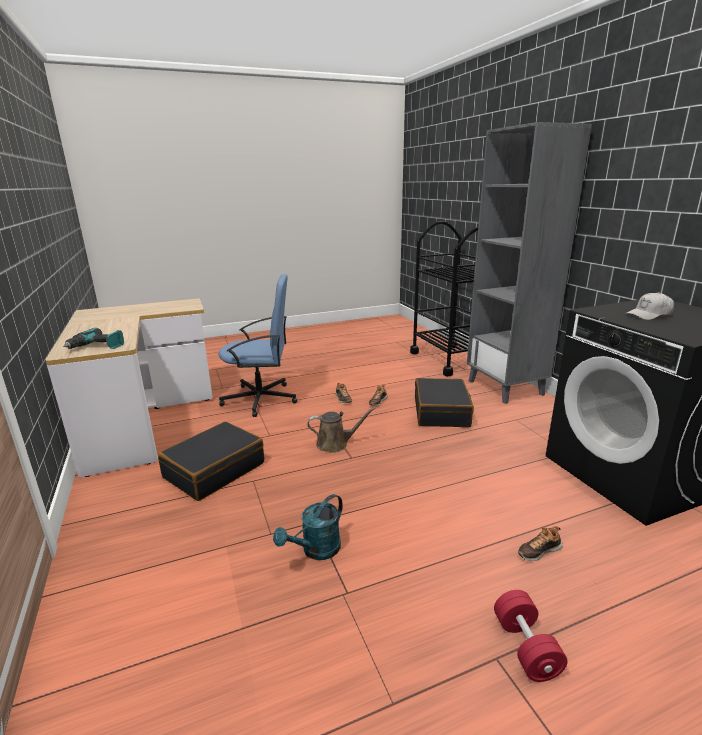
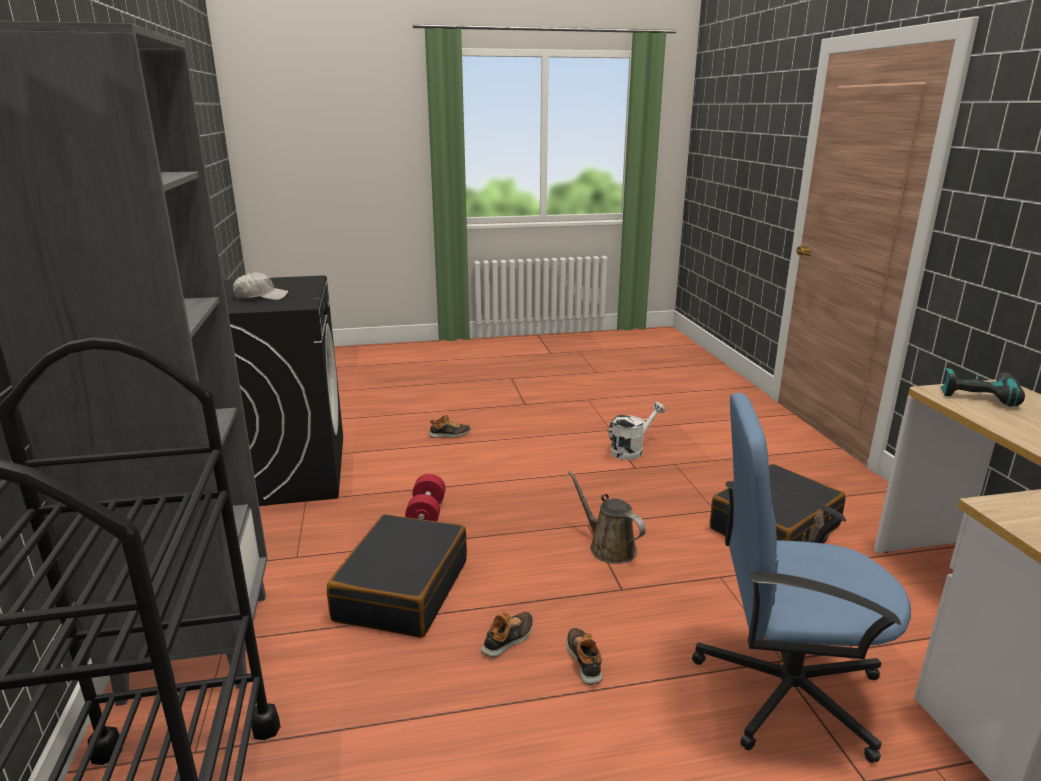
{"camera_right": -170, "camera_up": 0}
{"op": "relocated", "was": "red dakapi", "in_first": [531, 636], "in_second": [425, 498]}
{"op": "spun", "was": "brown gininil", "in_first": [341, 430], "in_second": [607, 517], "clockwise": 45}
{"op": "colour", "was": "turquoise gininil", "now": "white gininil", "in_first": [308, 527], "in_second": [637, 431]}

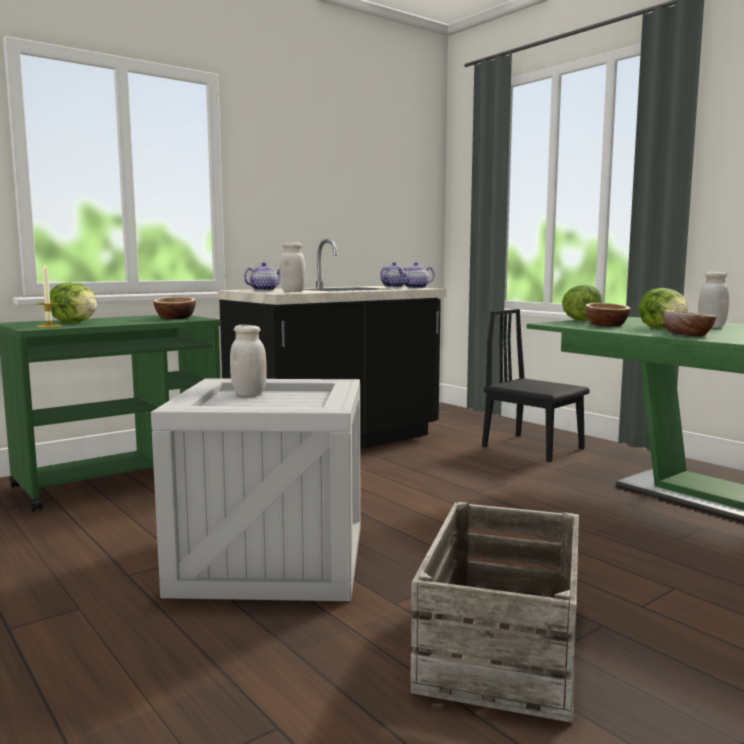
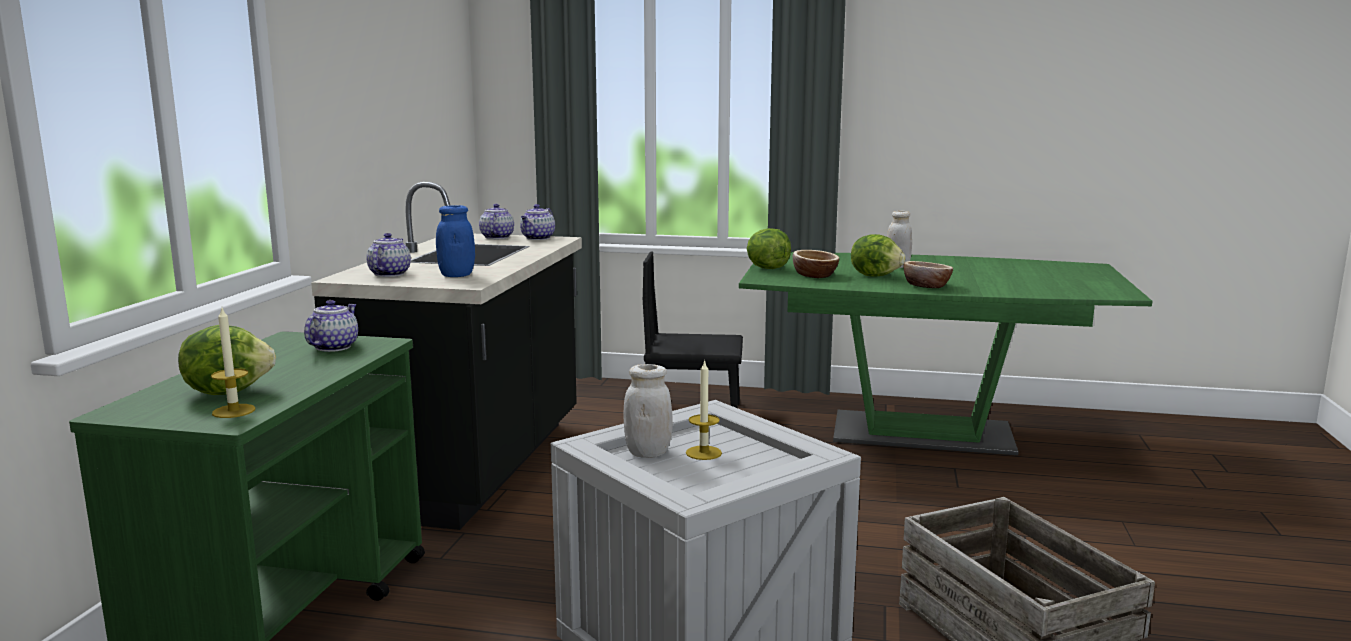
{"camera_right": -40, "camera_up": 5}
{"op": "exchanged", "was": "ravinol", "now": "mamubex", "in_first": [174, 308], "in_second": [331, 326]}
{"op": "colour", "was": "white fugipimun", "now": "blue fugipimun", "in_first": [293, 267], "in_second": [455, 241]}
{"op": "appeared", "now": "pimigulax", "in_second": [704, 409]}

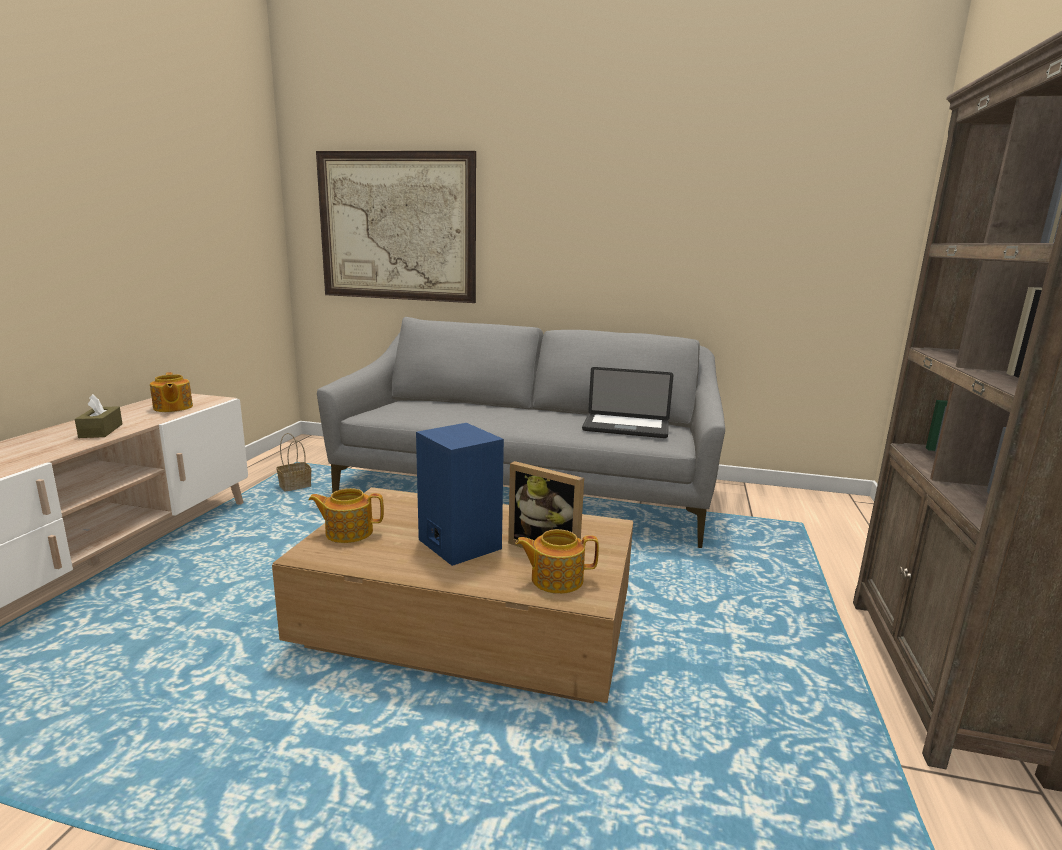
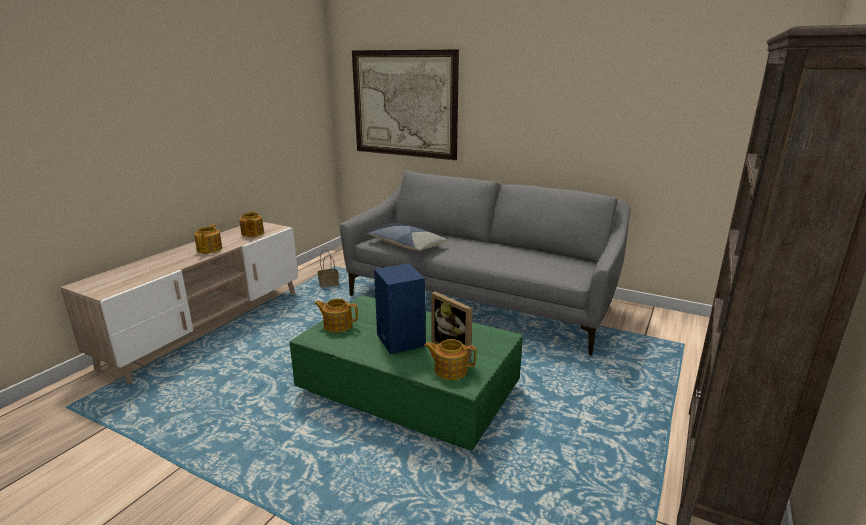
{"camera_right": 15, "camera_up": 5}
{"op": "exchanged", "was": "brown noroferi", "now": "mamubex", "in_first": [99, 416], "in_second": [208, 239]}
{"op": "colour", "was": "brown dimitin", "now": "green dimitin", "in_first": [452, 595], "in_second": [406, 373]}
{"op": "appeared", "now": "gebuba", "in_second": [405, 237]}
{"op": "missing", "was": "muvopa", "in_first": [628, 402]}

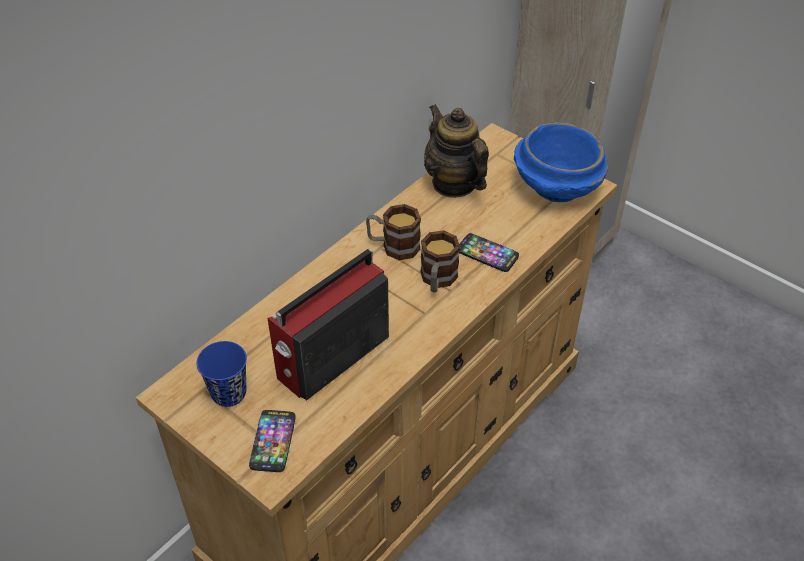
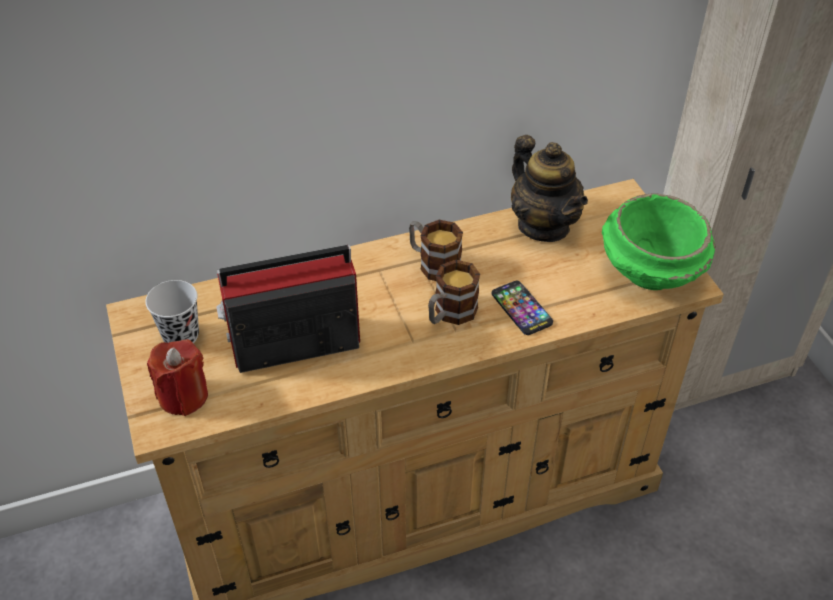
{"camera_right": 30, "camera_up": 0}
{"op": "colour", "was": "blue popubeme", "now": "black popubeme", "in_first": [221, 374], "in_second": [172, 311]}
{"op": "exchanged", "was": "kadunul", "now": "red pimigulax", "in_first": [272, 441], "in_second": [177, 377]}
{"op": "spun", "was": "mamubex", "in_first": [456, 151], "in_second": [549, 188], "clockwise": 150}
{"op": "colour", "was": "blue ravinol", "now": "green ravinol", "in_first": [561, 162], "in_second": [659, 241]}

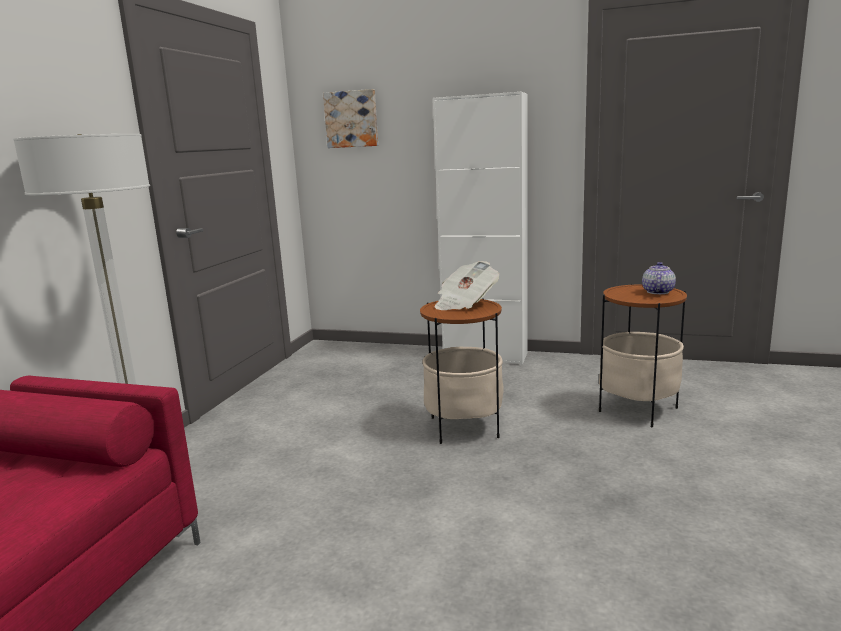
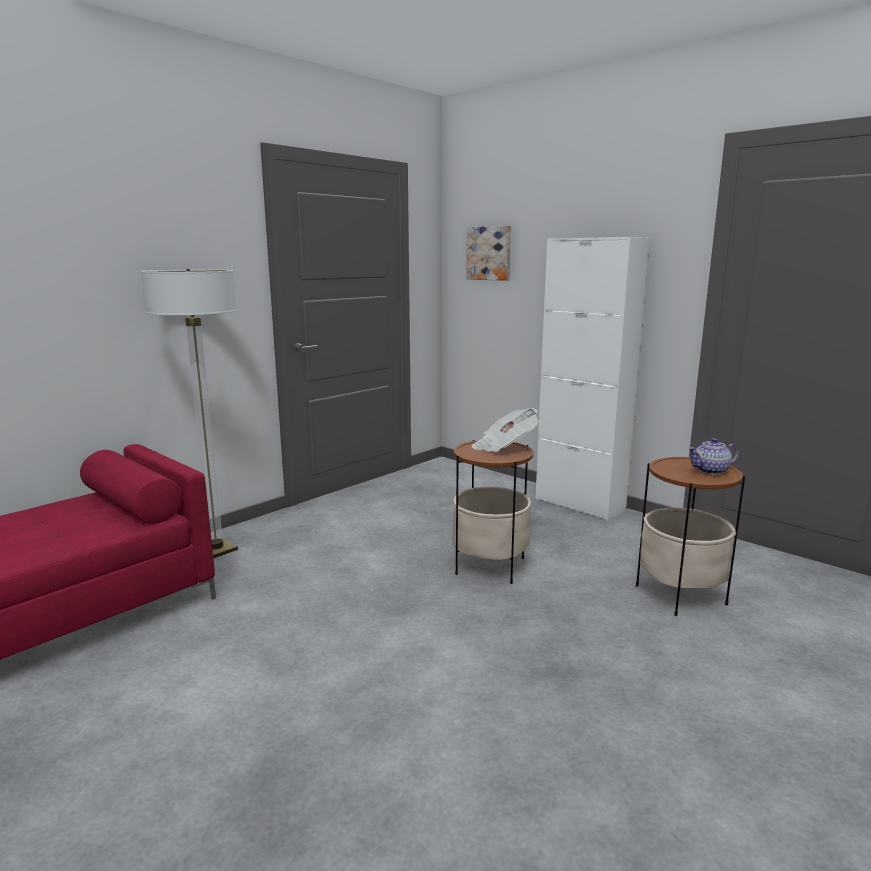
{"camera_right": 25, "camera_up": 0}
{"op": "spun", "was": "mamubex", "in_first": [659, 278], "in_second": [713, 456], "clockwise": -150}

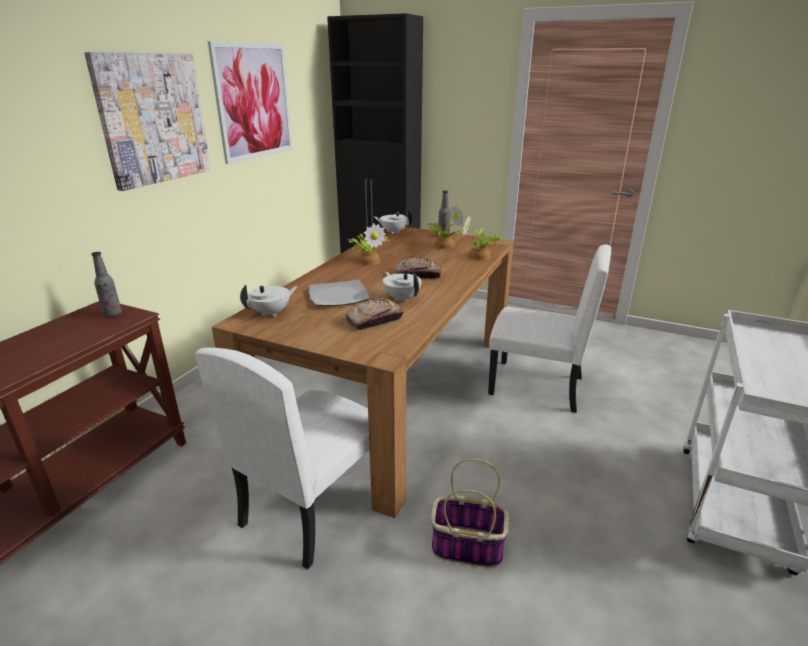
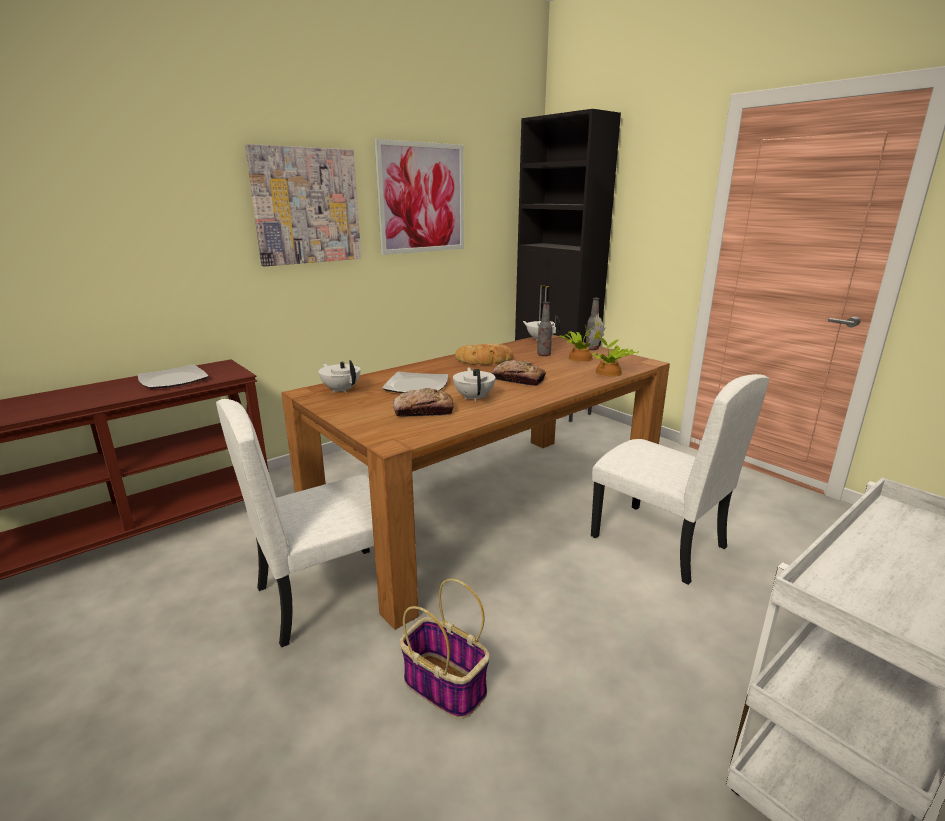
{"camera_right": 25, "camera_up": -5}
{"op": "appeared", "now": "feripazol", "in_second": [173, 376]}
{"op": "spun", "was": "white mamubex", "in_first": [269, 301], "in_second": [340, 376], "clockwise": -120}
{"op": "exchanged", "was": "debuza", "now": "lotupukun", "in_first": [368, 244], "in_second": [484, 354]}
{"op": "relocated", "was": "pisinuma", "in_first": [106, 284], "in_second": [544, 329]}

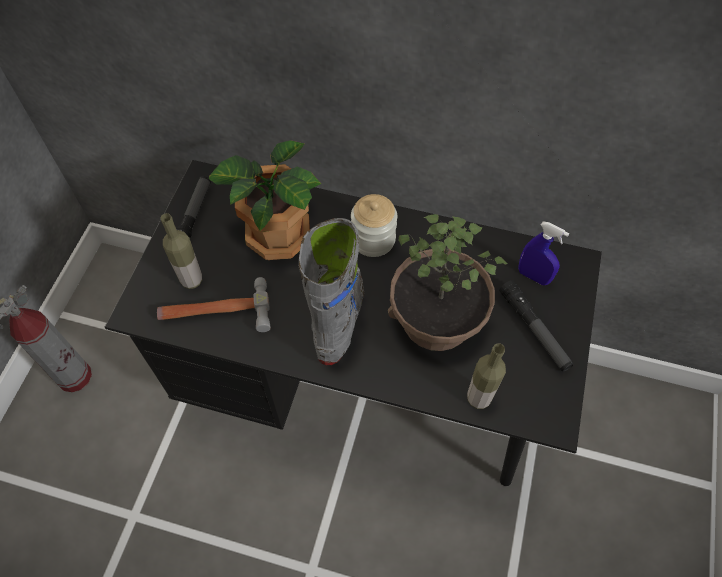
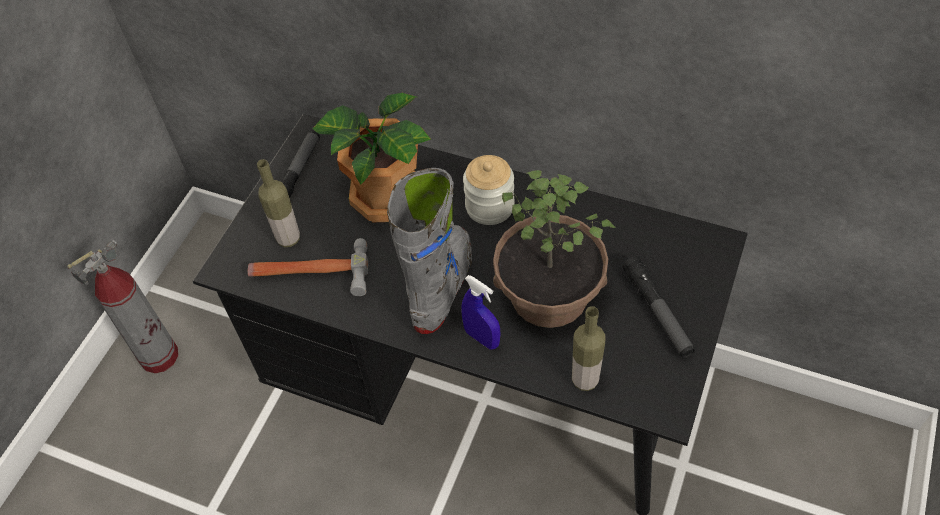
{"camera_right": 10, "camera_up": -5}
{"op": "relocated", "was": "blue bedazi", "in_first": [543, 253], "in_second": [481, 312]}

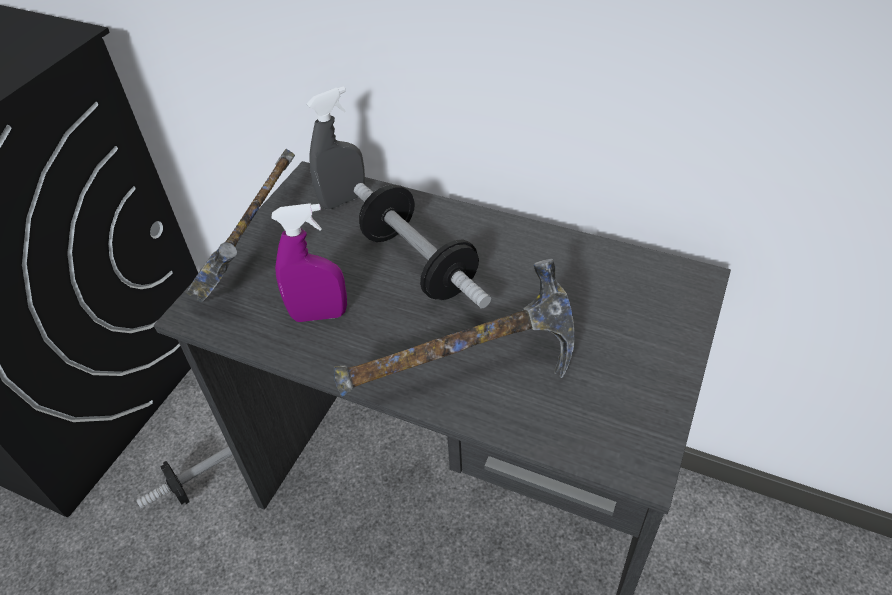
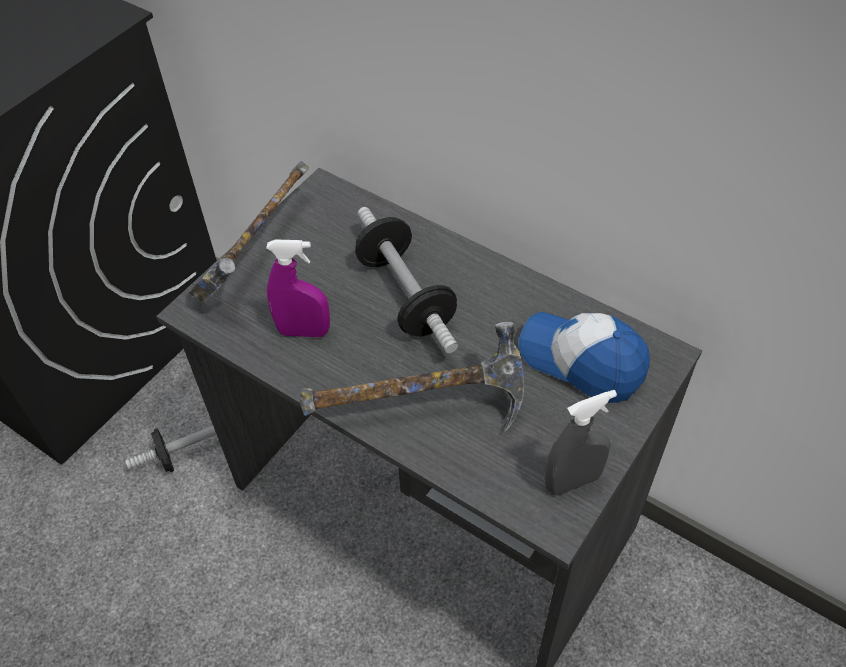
{"camera_right": 10, "camera_up": 5}
{"op": "appeared", "now": "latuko", "in_second": [584, 357]}
{"op": "relocated", "was": "grey bedazi", "in_first": [336, 147], "in_second": [580, 442]}

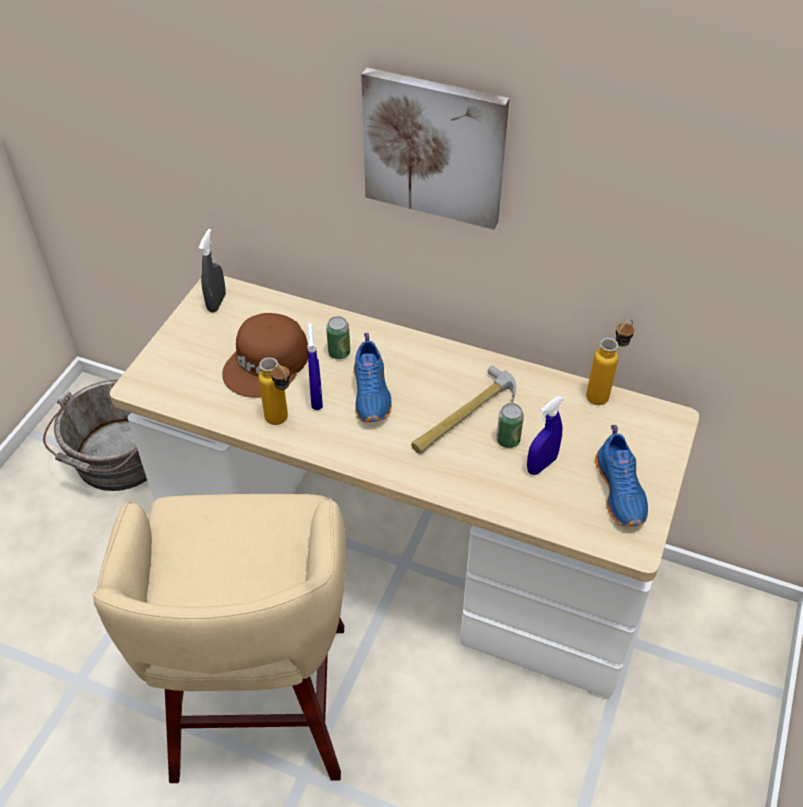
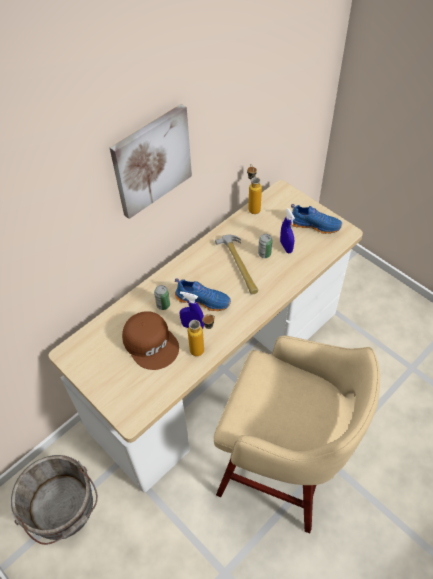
{"camera_right": -65, "camera_up": 5}
{"op": "missing", "was": "grey bedazi", "in_first": [212, 271]}

